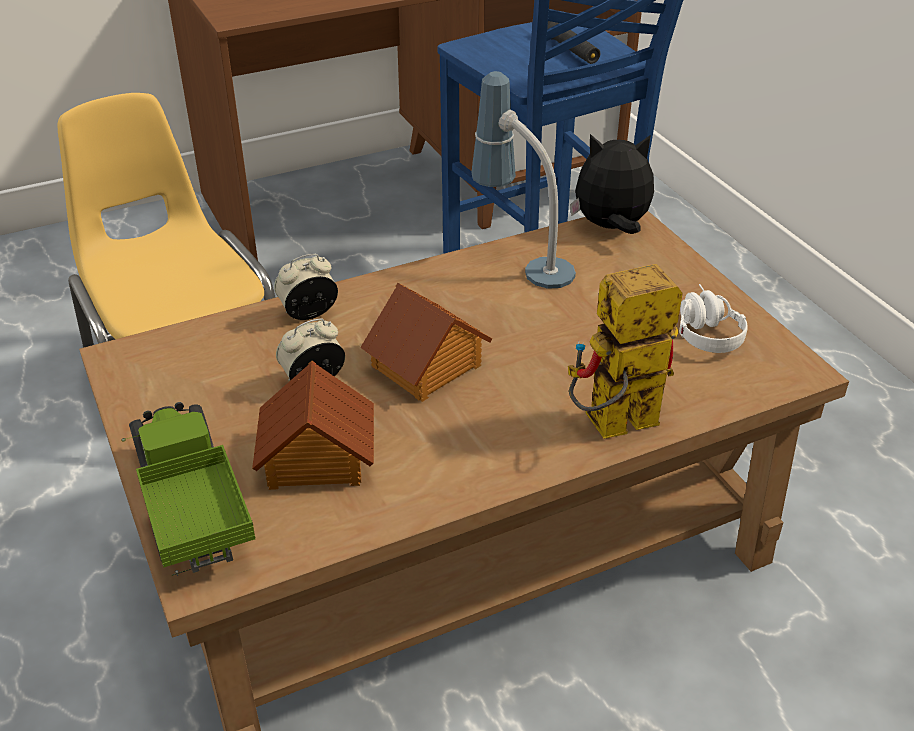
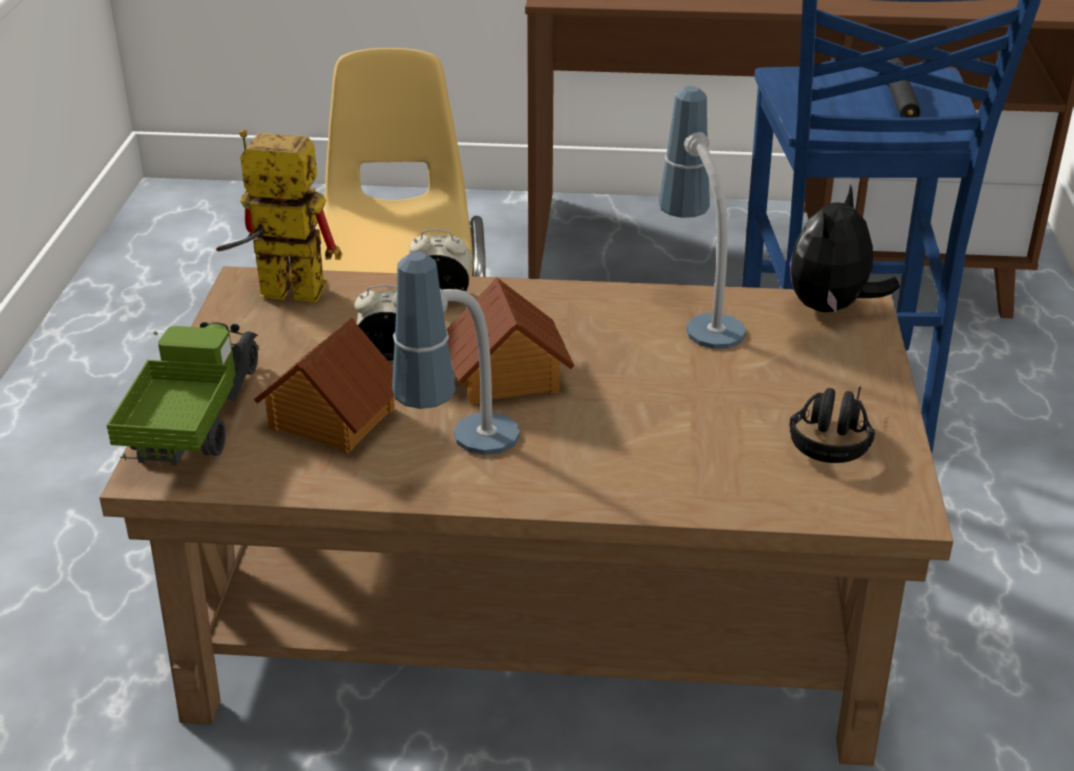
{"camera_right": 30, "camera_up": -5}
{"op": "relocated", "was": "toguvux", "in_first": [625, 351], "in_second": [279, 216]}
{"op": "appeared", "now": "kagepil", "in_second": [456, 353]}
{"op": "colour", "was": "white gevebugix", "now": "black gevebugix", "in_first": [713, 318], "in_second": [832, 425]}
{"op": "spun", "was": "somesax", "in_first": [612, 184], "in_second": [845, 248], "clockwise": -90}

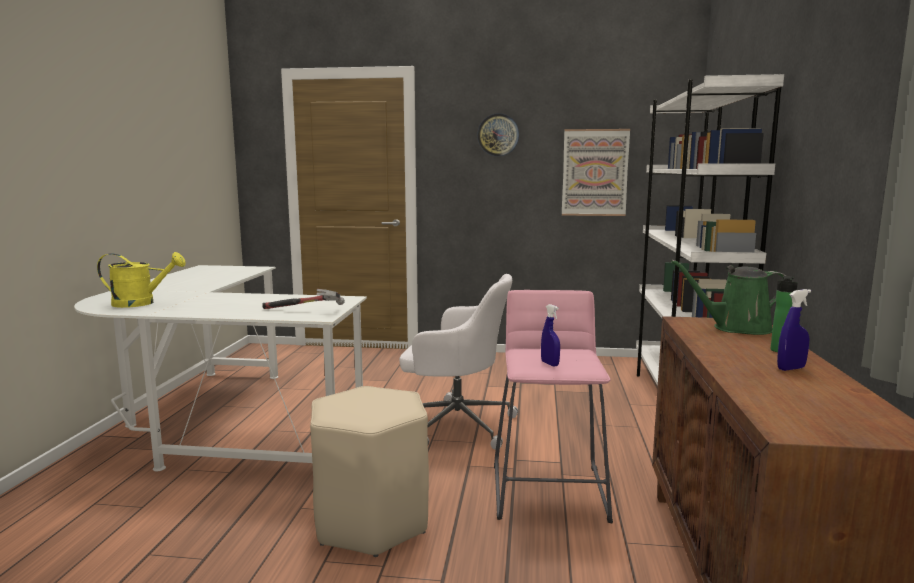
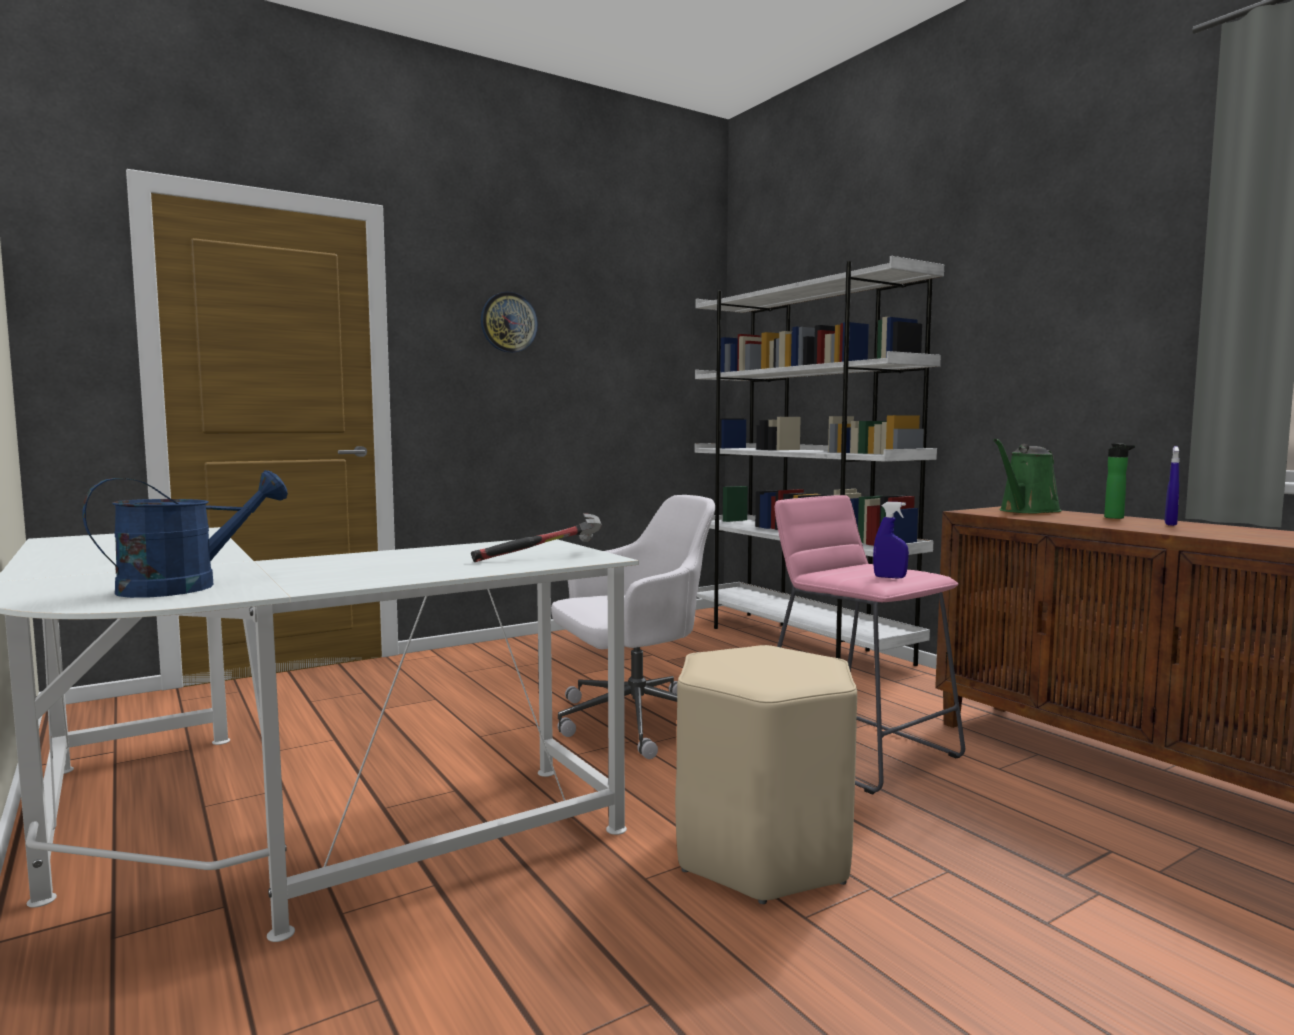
{"camera_right": -40, "camera_up": -5}
{"op": "colour", "was": "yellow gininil", "now": "blue gininil", "in_first": [141, 280], "in_second": [185, 534]}
{"op": "missing", "was": "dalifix", "in_first": [596, 172]}

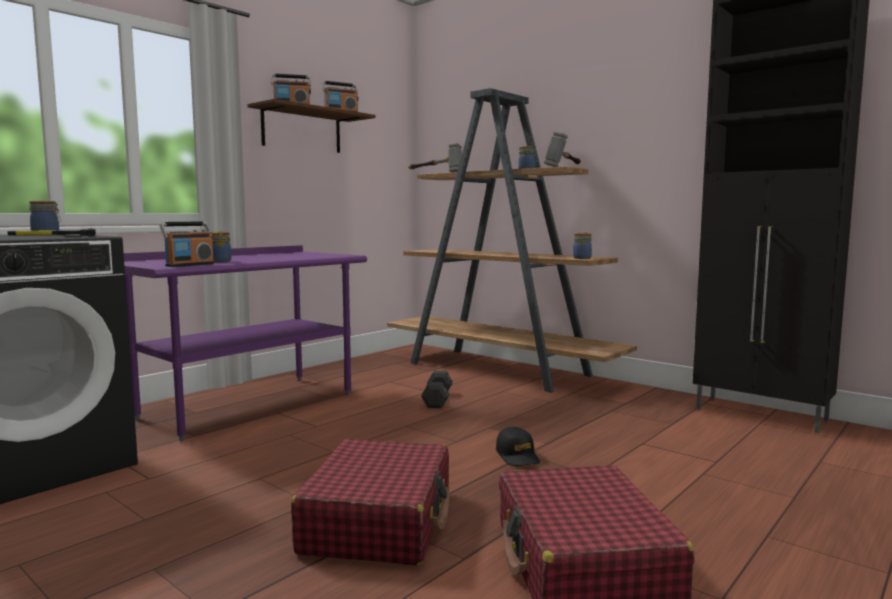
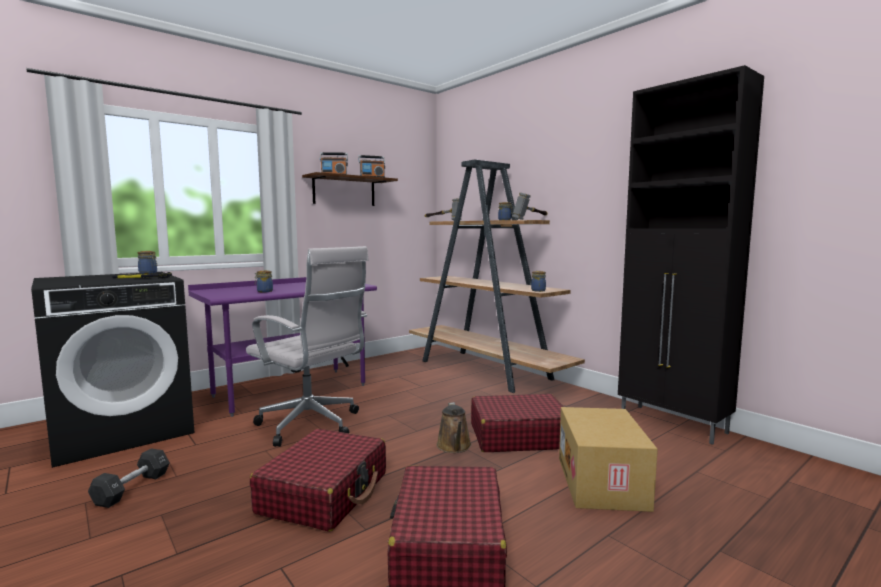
{"camera_right": 10, "camera_up": 0}
{"op": "relocated", "was": "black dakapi", "in_first": [437, 389], "in_second": [129, 478]}
{"op": "appeared", "now": "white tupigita", "in_second": [307, 346]}
{"op": "exchanged", "was": "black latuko", "now": "brown gininil", "in_first": [518, 446], "in_second": [454, 427]}
{"op": "appeared", "now": "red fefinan", "in_second": [517, 423]}
{"op": "appeared", "now": "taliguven", "in_second": [608, 459]}
{"op": "missing", "was": "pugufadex", "in_first": [186, 244]}

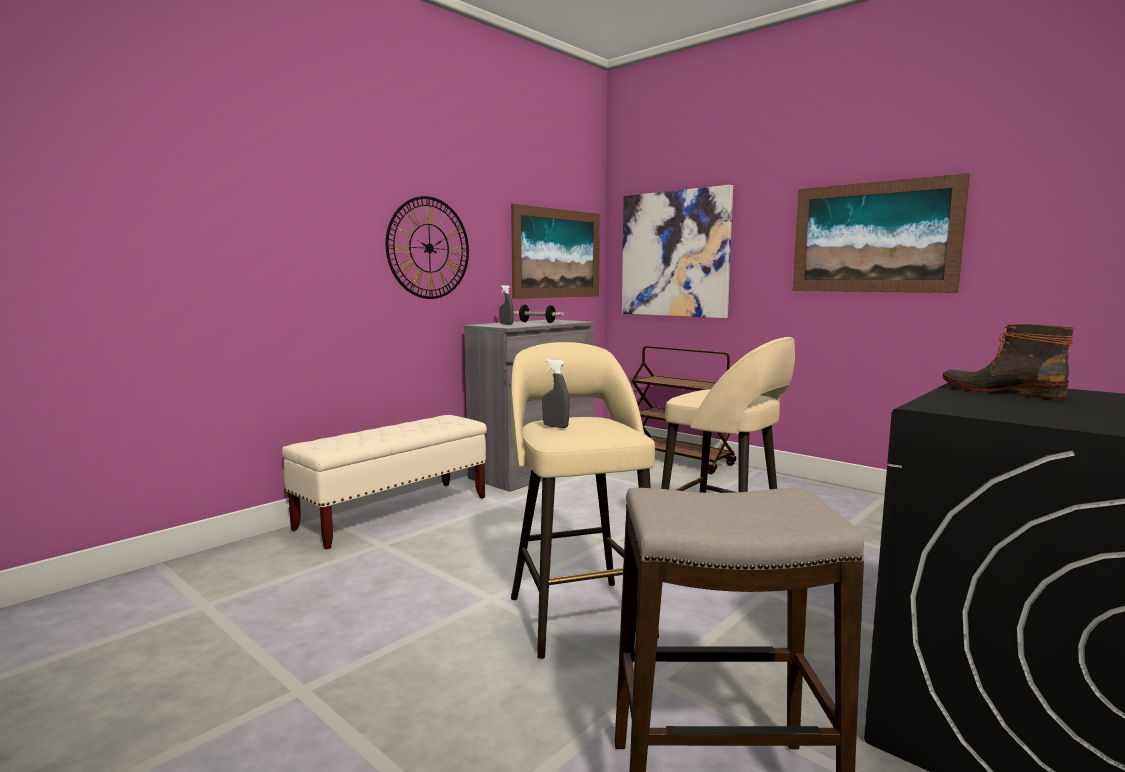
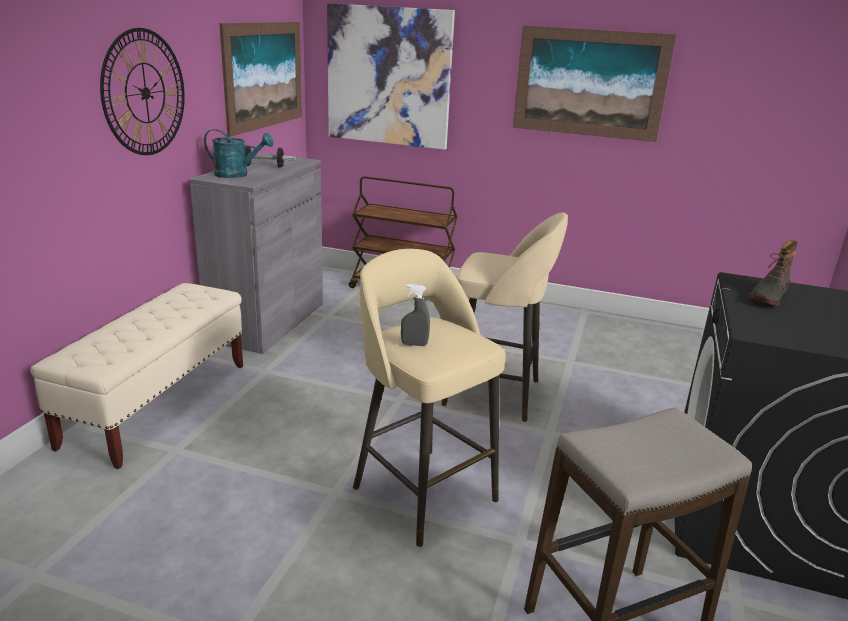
{"camera_right": -25, "camera_up": 15}
{"op": "exchanged", "was": "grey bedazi", "now": "turquoise gininil", "in_first": [506, 305], "in_second": [239, 153]}
{"op": "spun", "was": "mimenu", "in_first": [1008, 361], "in_second": [773, 273], "clockwise": -75}

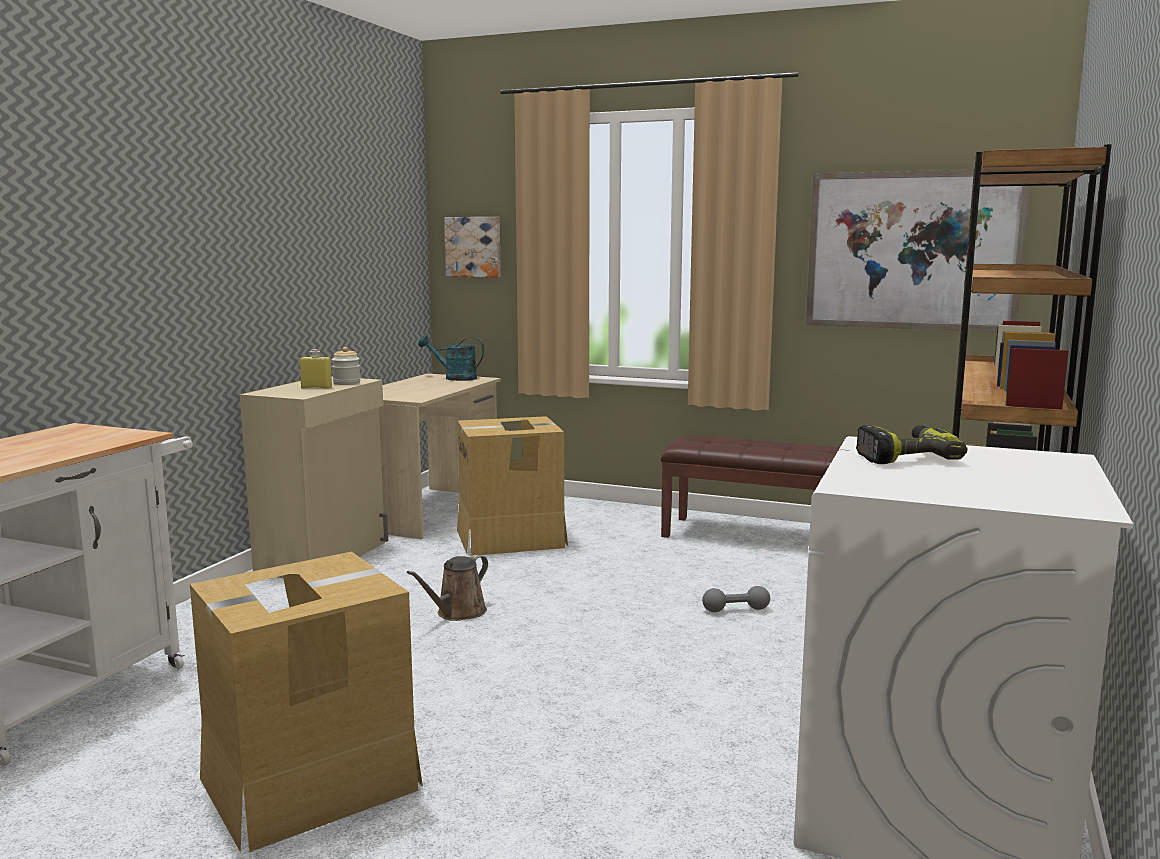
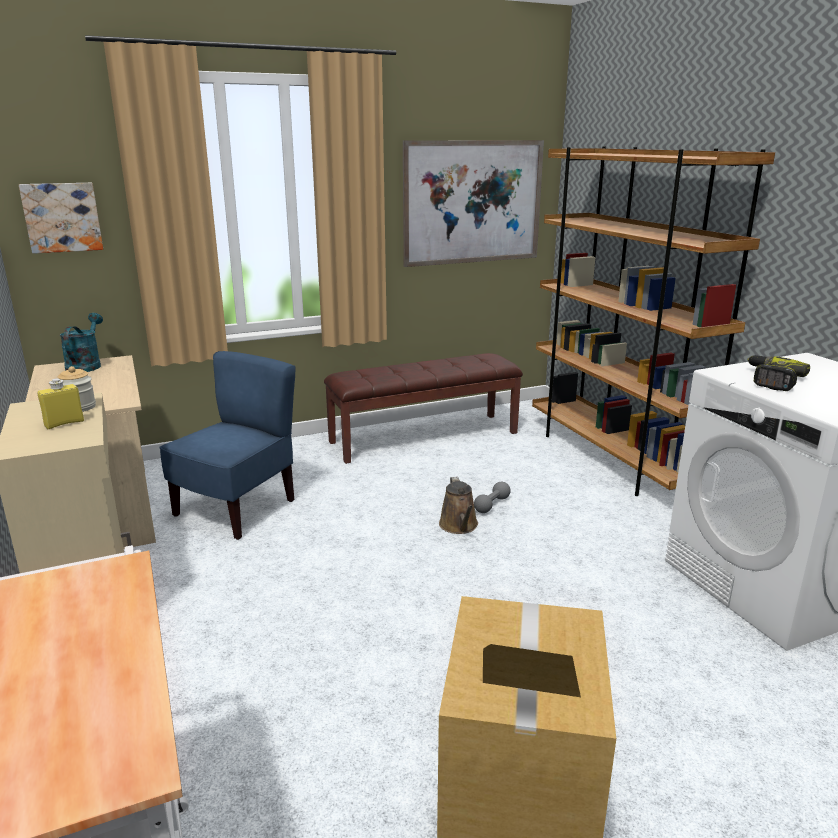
{"camera_right": -45, "camera_up": 10}
{"op": "spun", "was": "turquoise gininil", "in_first": [451, 358], "in_second": [81, 342], "clockwise": 120}
{"op": "exchanged", "was": "taliguven", "now": "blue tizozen", "in_first": [512, 486], "in_second": [227, 445]}
{"op": "relocated", "was": "brown gininil", "in_first": [447, 588], "in_second": [458, 505]}

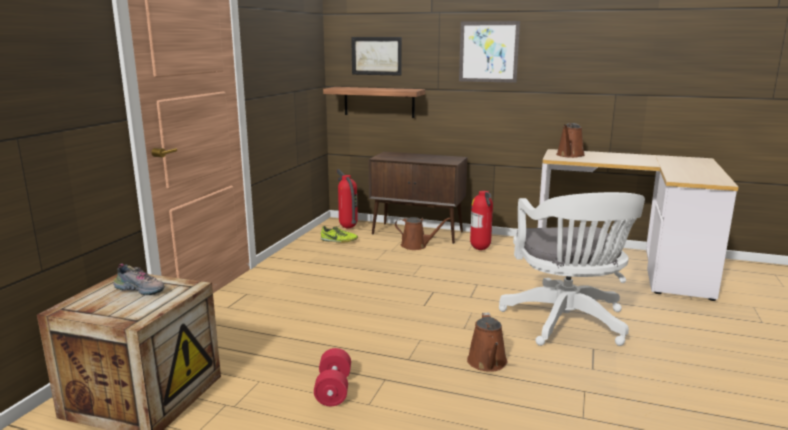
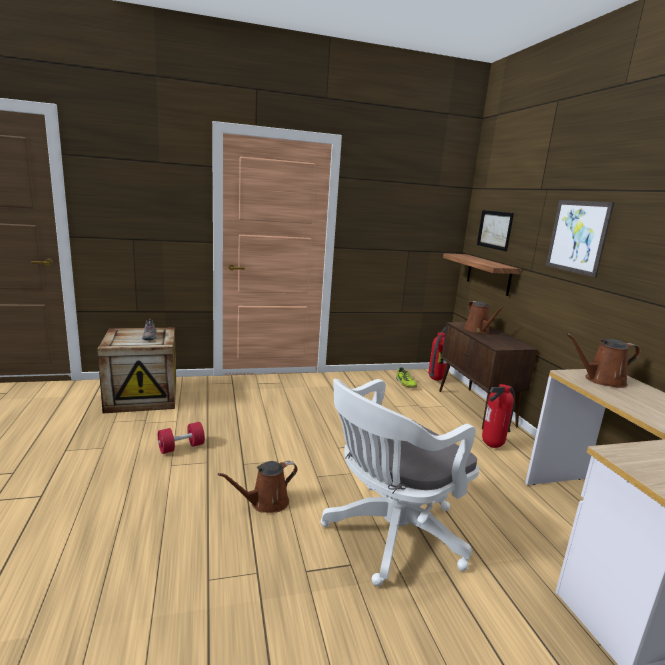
{"camera_right": 55, "camera_up": 0}
{"op": "relocated", "was": "brown gininil", "in_first": [422, 233], "in_second": [483, 317]}

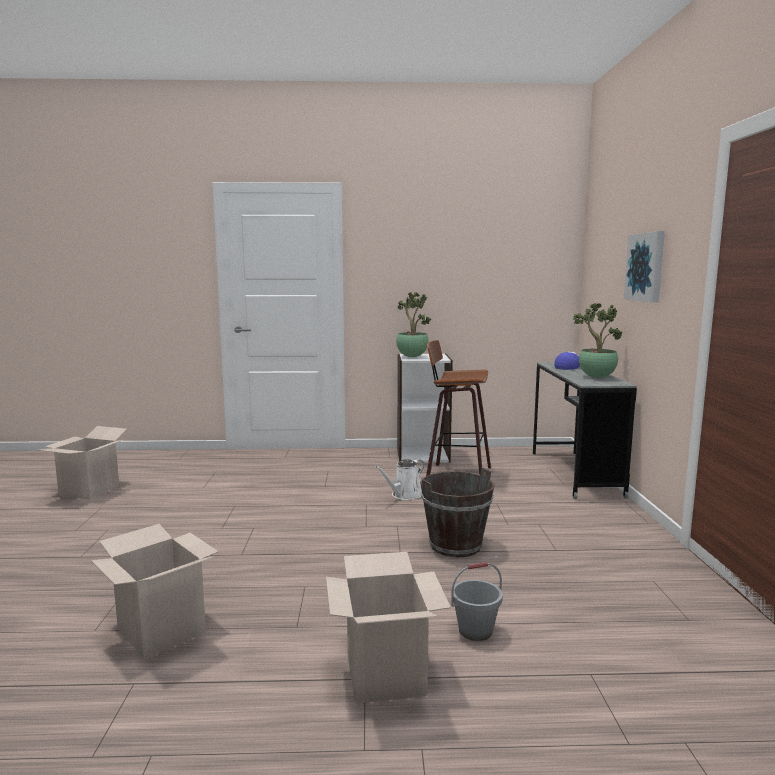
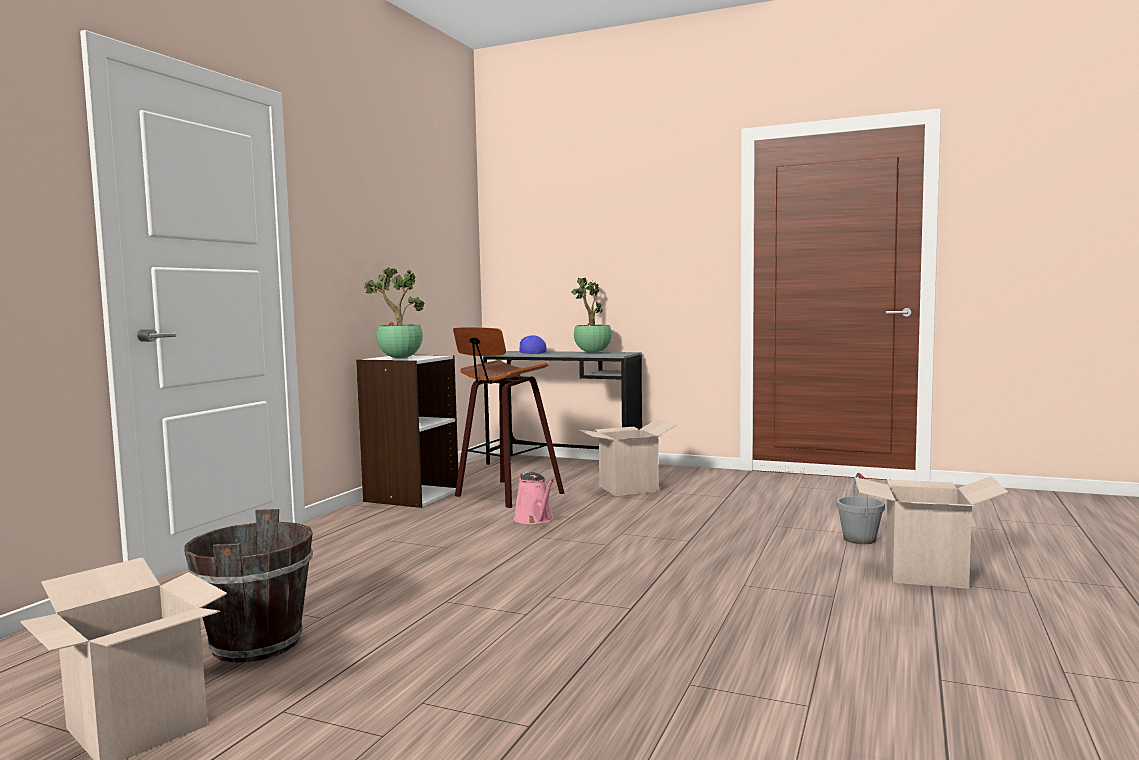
{"camera_right": -65, "camera_up": -5}
{"op": "relocated", "was": "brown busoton", "in_first": [457, 512], "in_second": [248, 586]}
{"op": "colour", "was": "white gininil", "now": "pink gininil", "in_first": [399, 479], "in_second": [534, 498]}
{"op": "relocated", "was": "taliguven", "in_first": [155, 591], "in_second": [627, 457]}
{"op": "missing", "was": "dalifix", "in_first": [644, 267]}

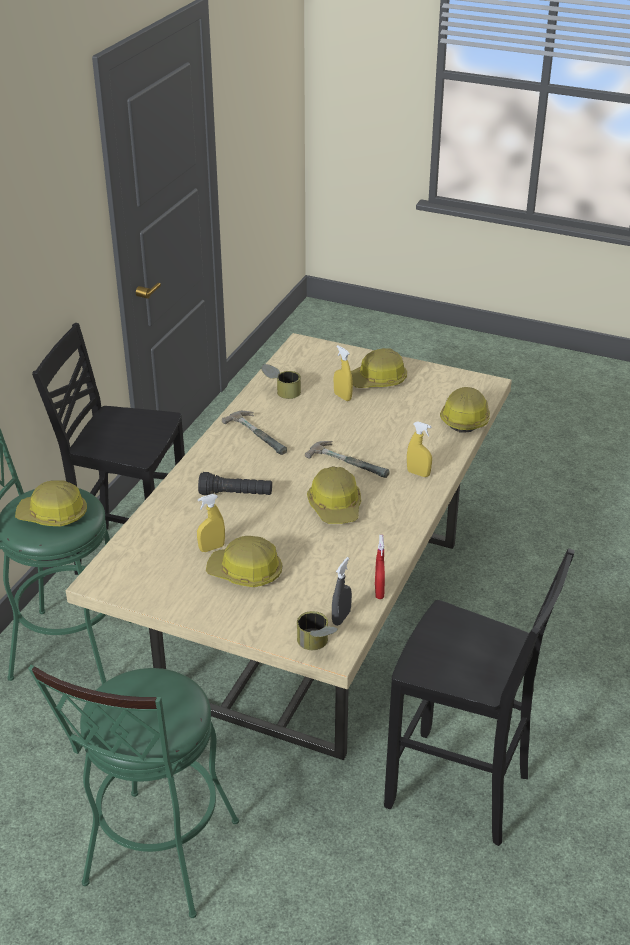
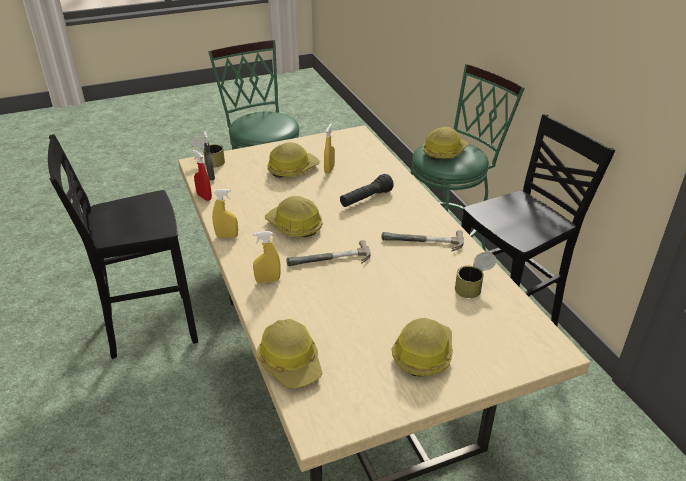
{"camera_right": 135, "camera_up": 0}
{"op": "relocated", "was": "yellow bedazi", "in_first": [343, 373], "in_second": [225, 213]}

